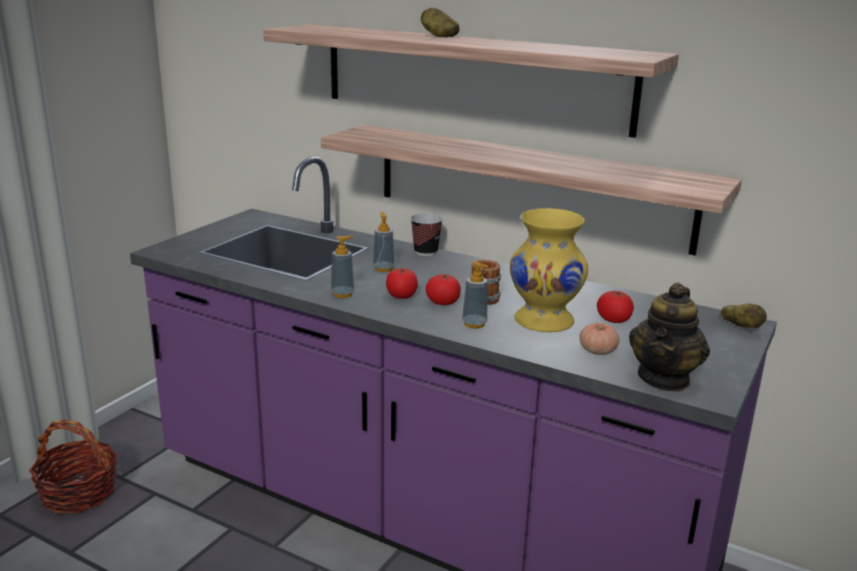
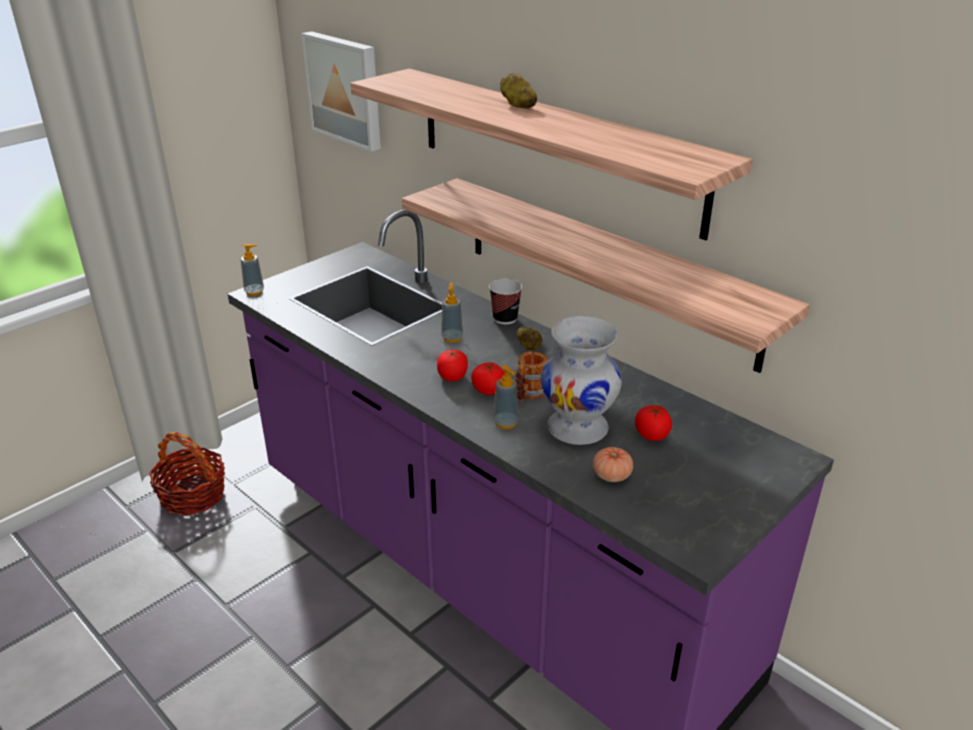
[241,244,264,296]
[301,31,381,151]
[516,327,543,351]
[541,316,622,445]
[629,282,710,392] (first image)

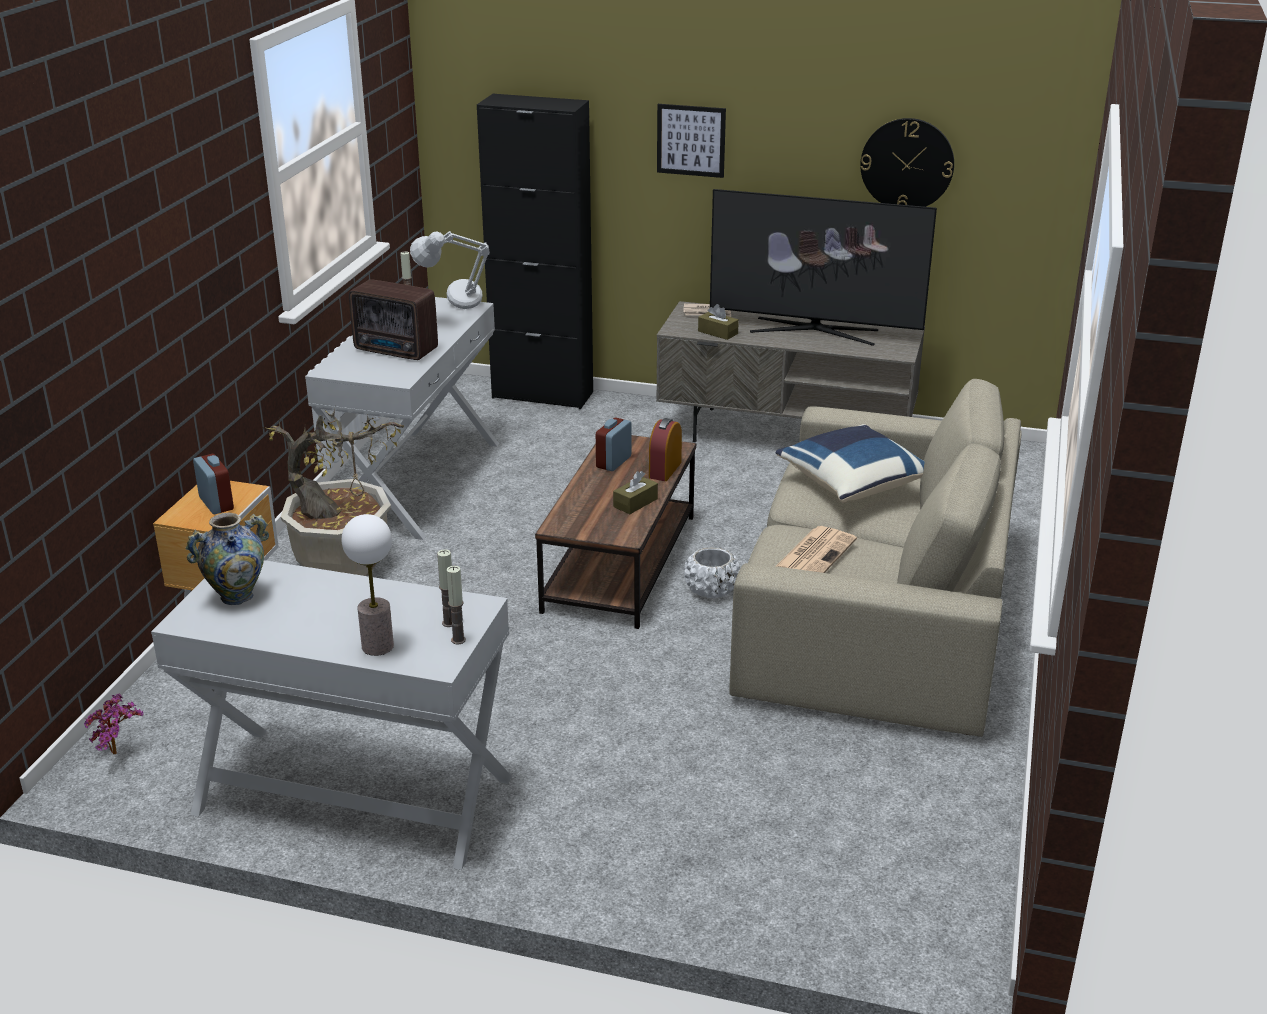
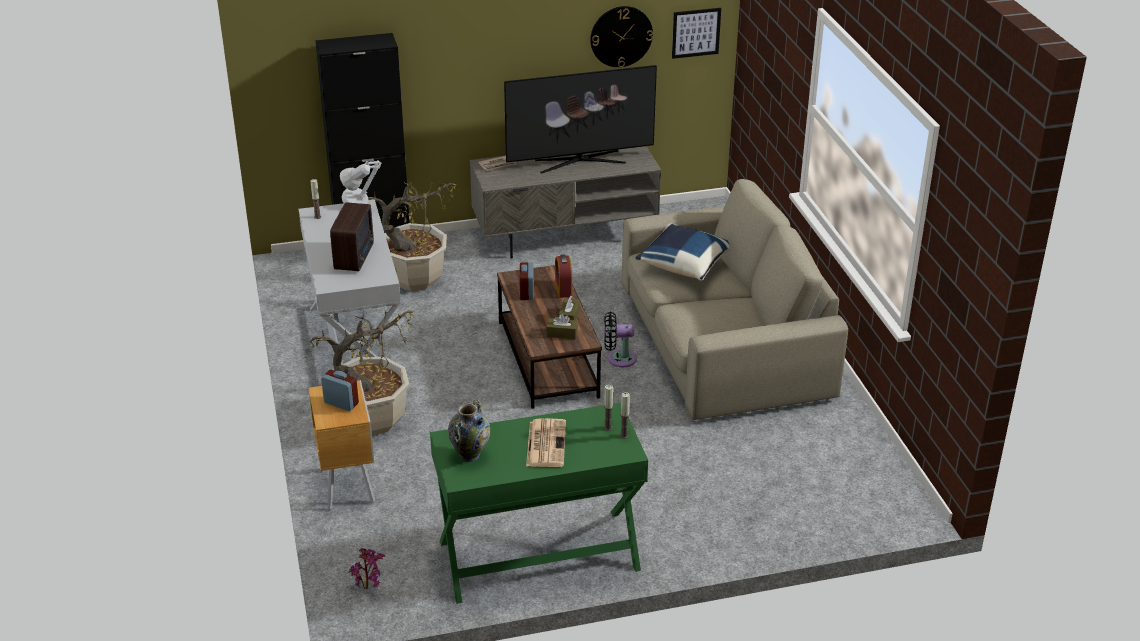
[330,202,374,271]
[368,179,456,291]
[430,403,648,604]
[526,418,566,467]
[546,314,578,339]
[604,312,637,367]
[672,8,721,59]
[342,514,394,656] (first image)

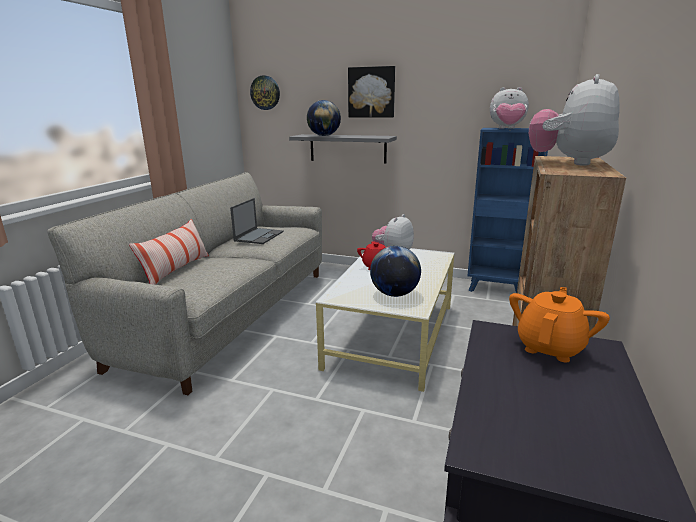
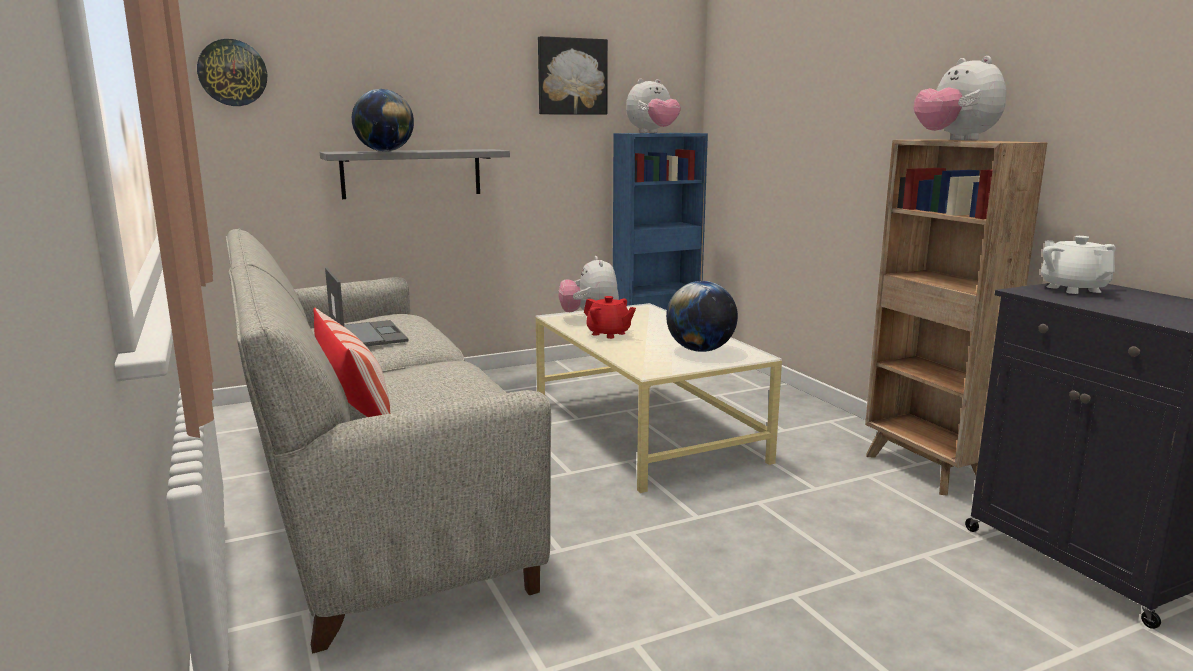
[538,36,608,115]
[1041,236,1116,294]

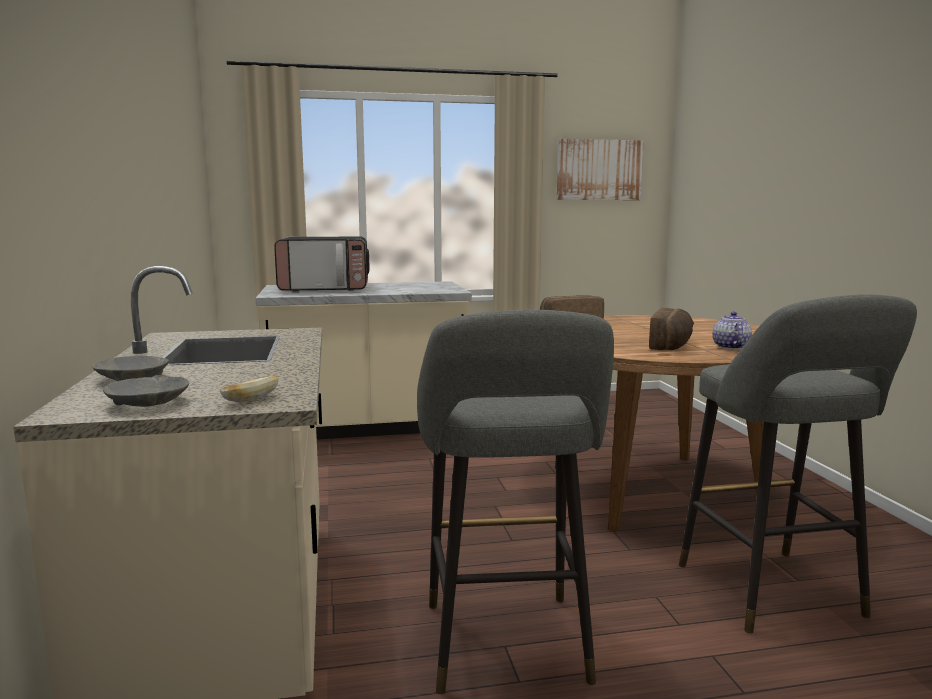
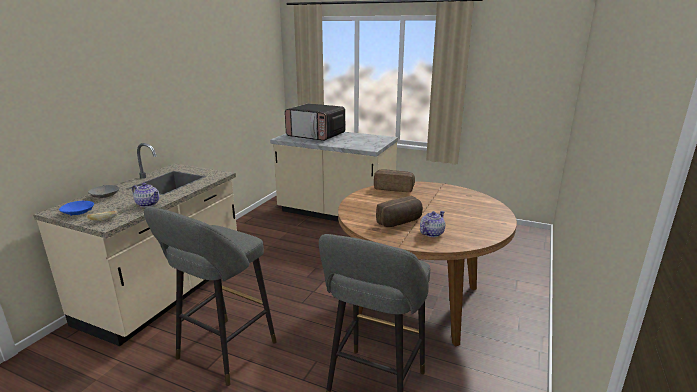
[59,201,94,216]
[132,183,159,207]
[557,139,644,200] (first image)

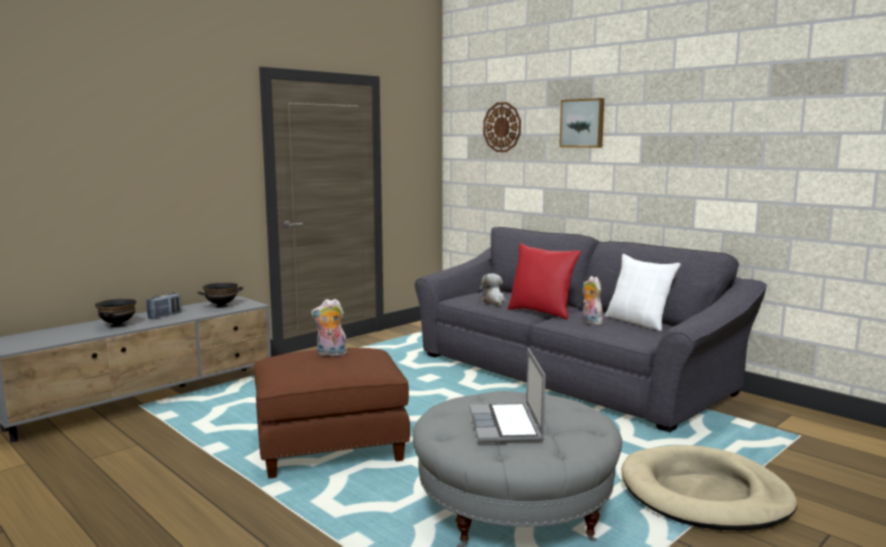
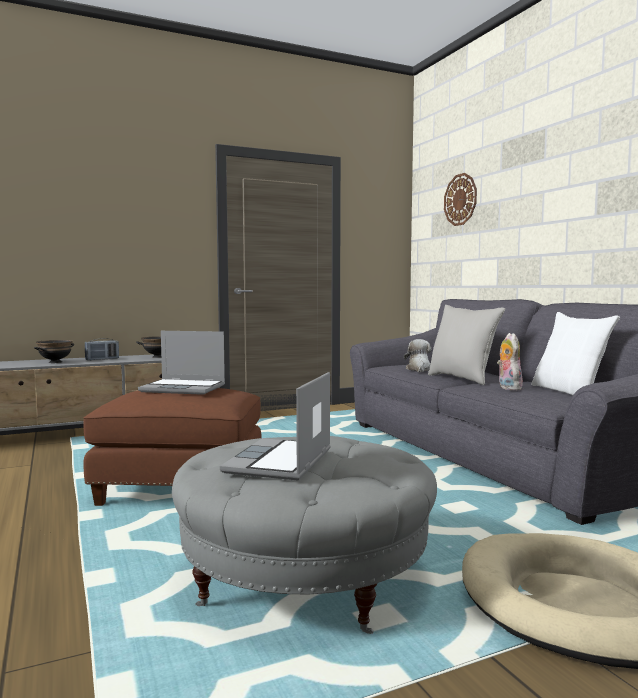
[138,331,225,395]
[428,305,505,385]
[559,98,604,148] (first image)

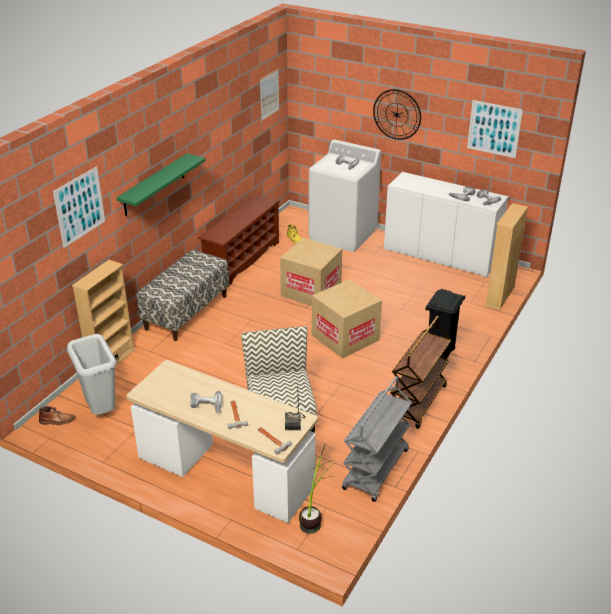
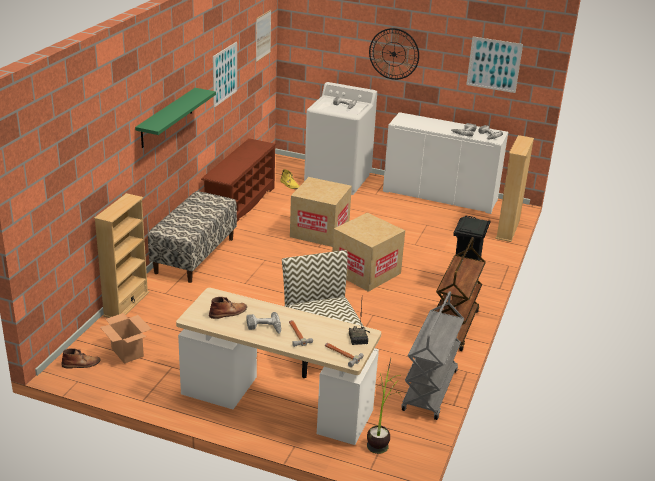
[100,313,151,364]
[209,297,247,319]
[213,42,237,108]

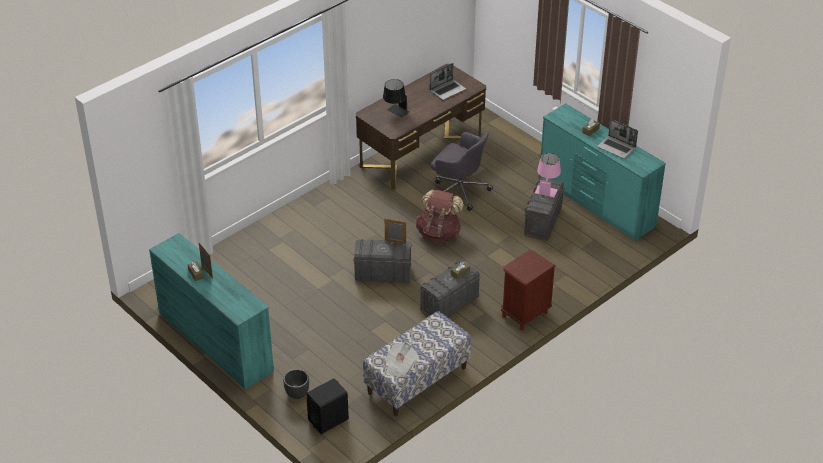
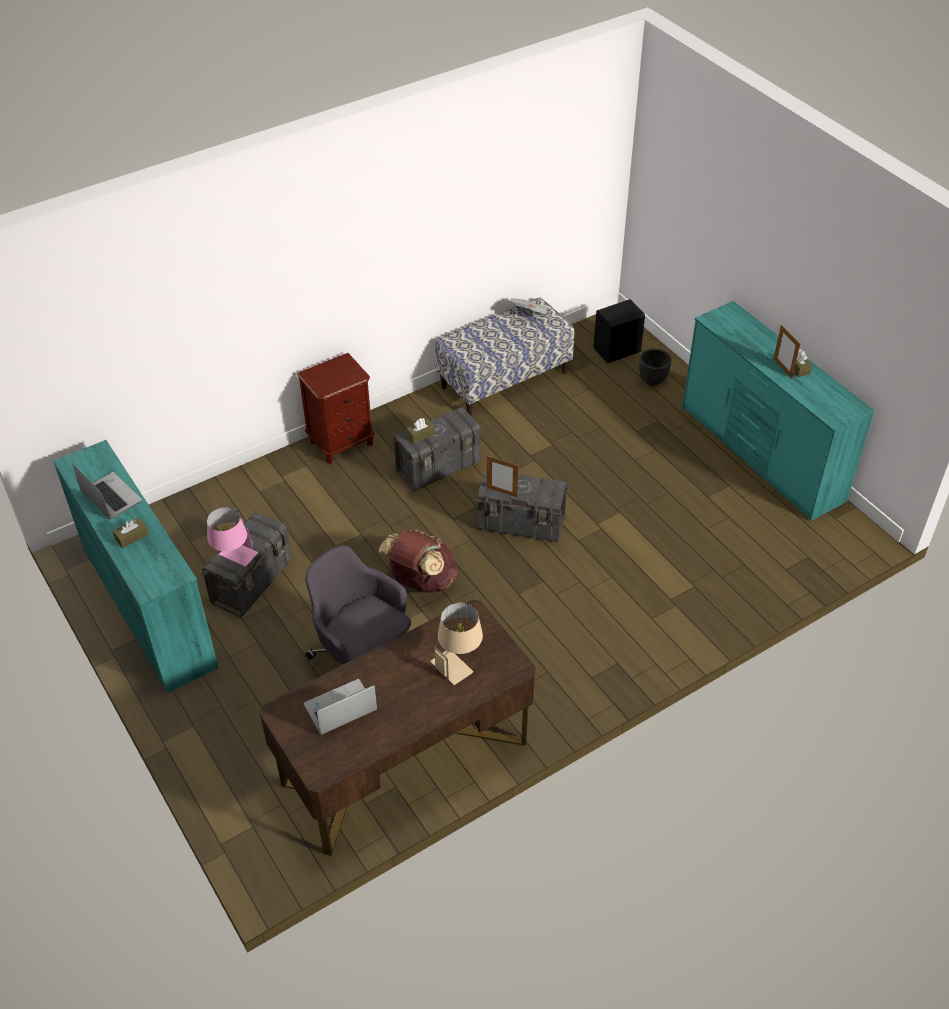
[430,603,483,685]

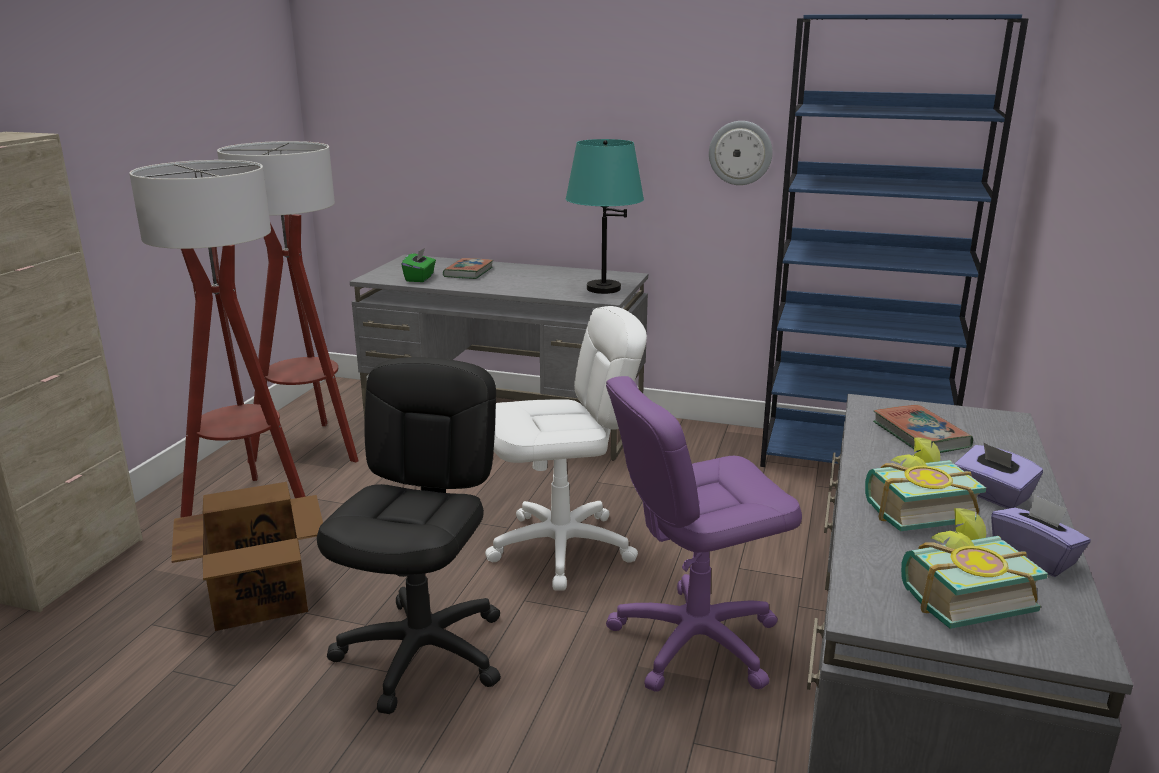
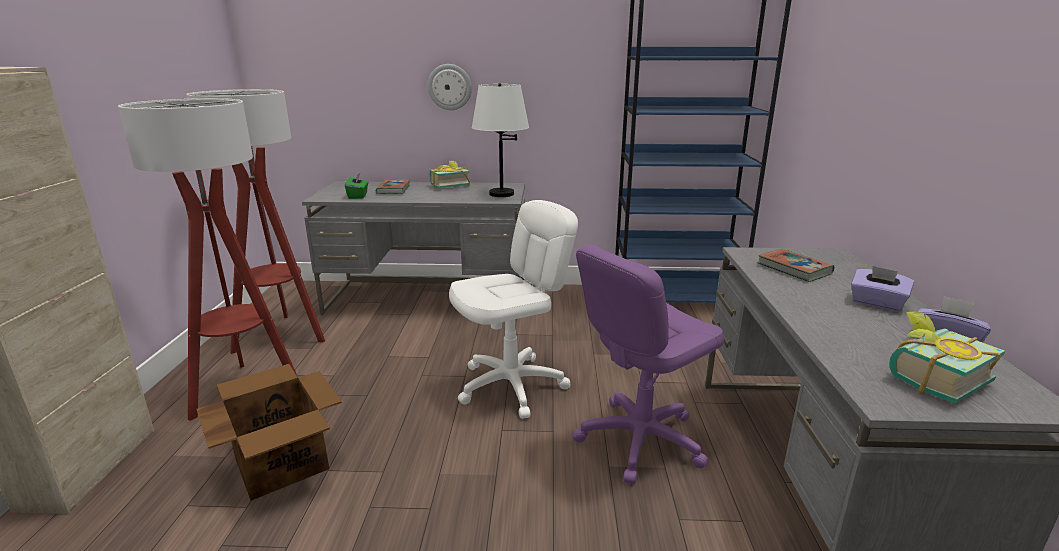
[428,64,472,110]
[430,160,470,188]
[472,83,529,197]
[317,357,501,714] (first image)

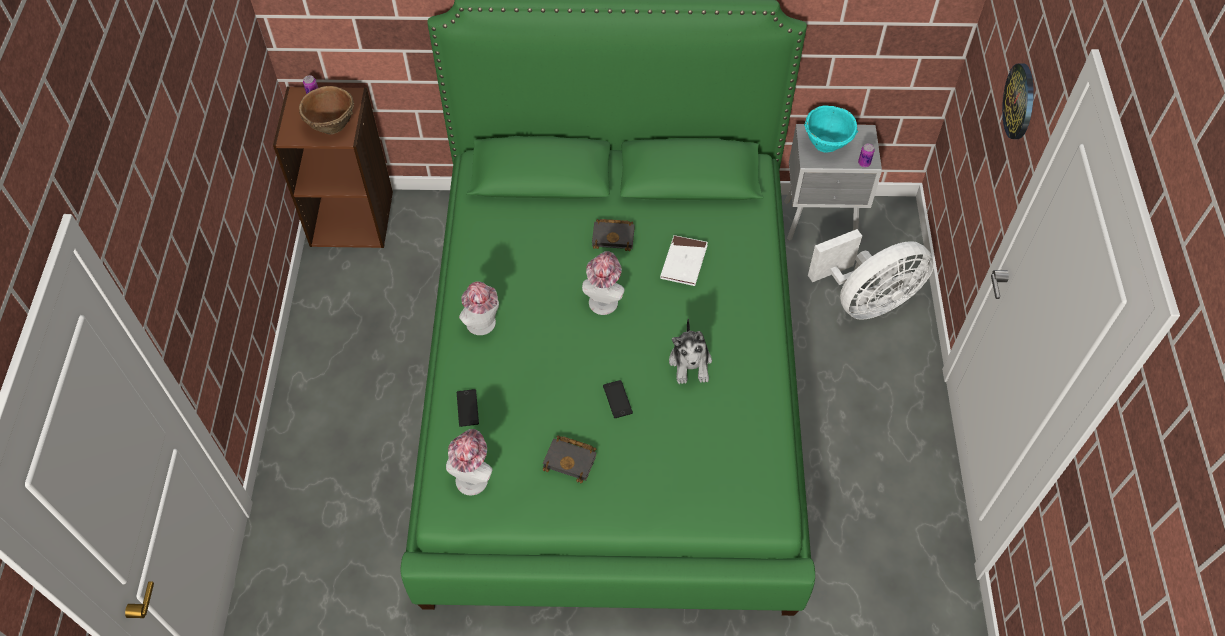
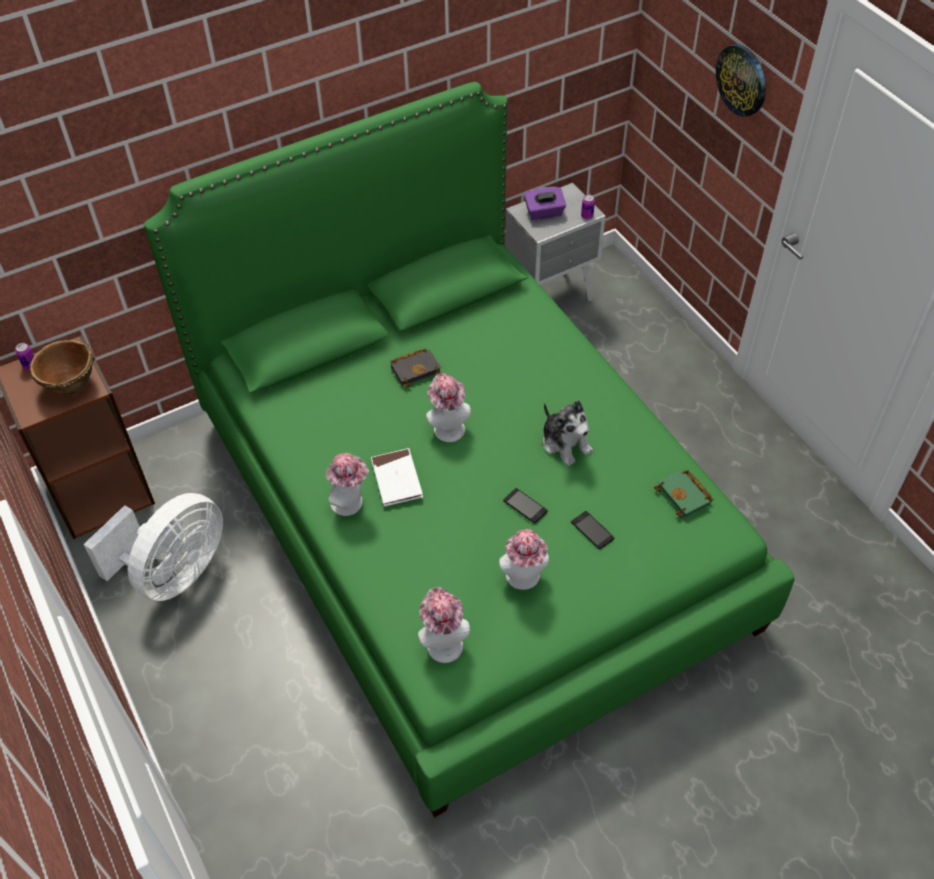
[84,493,223,601]
[371,448,423,506]
[499,529,549,590]
[524,187,566,220]
[571,511,615,550]
[654,469,713,519]

